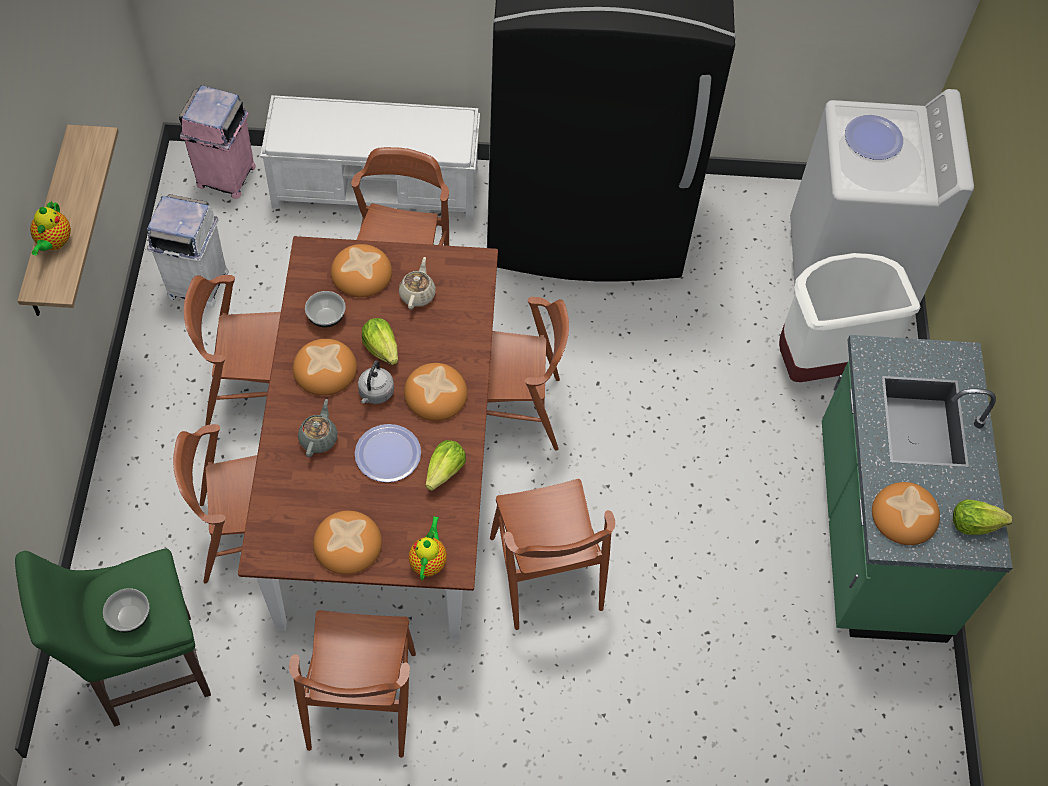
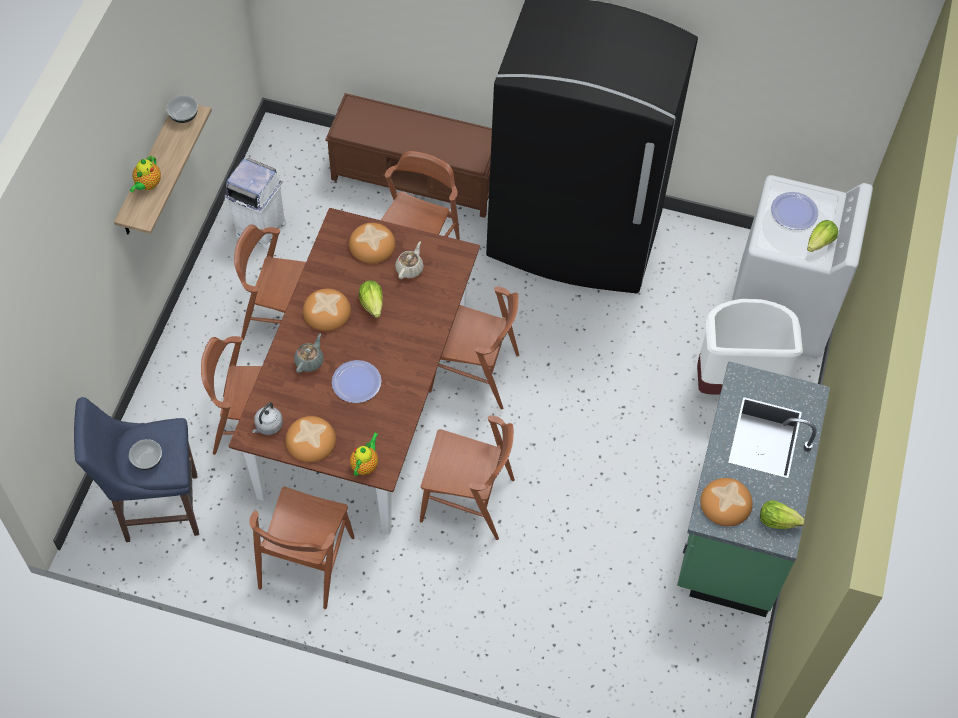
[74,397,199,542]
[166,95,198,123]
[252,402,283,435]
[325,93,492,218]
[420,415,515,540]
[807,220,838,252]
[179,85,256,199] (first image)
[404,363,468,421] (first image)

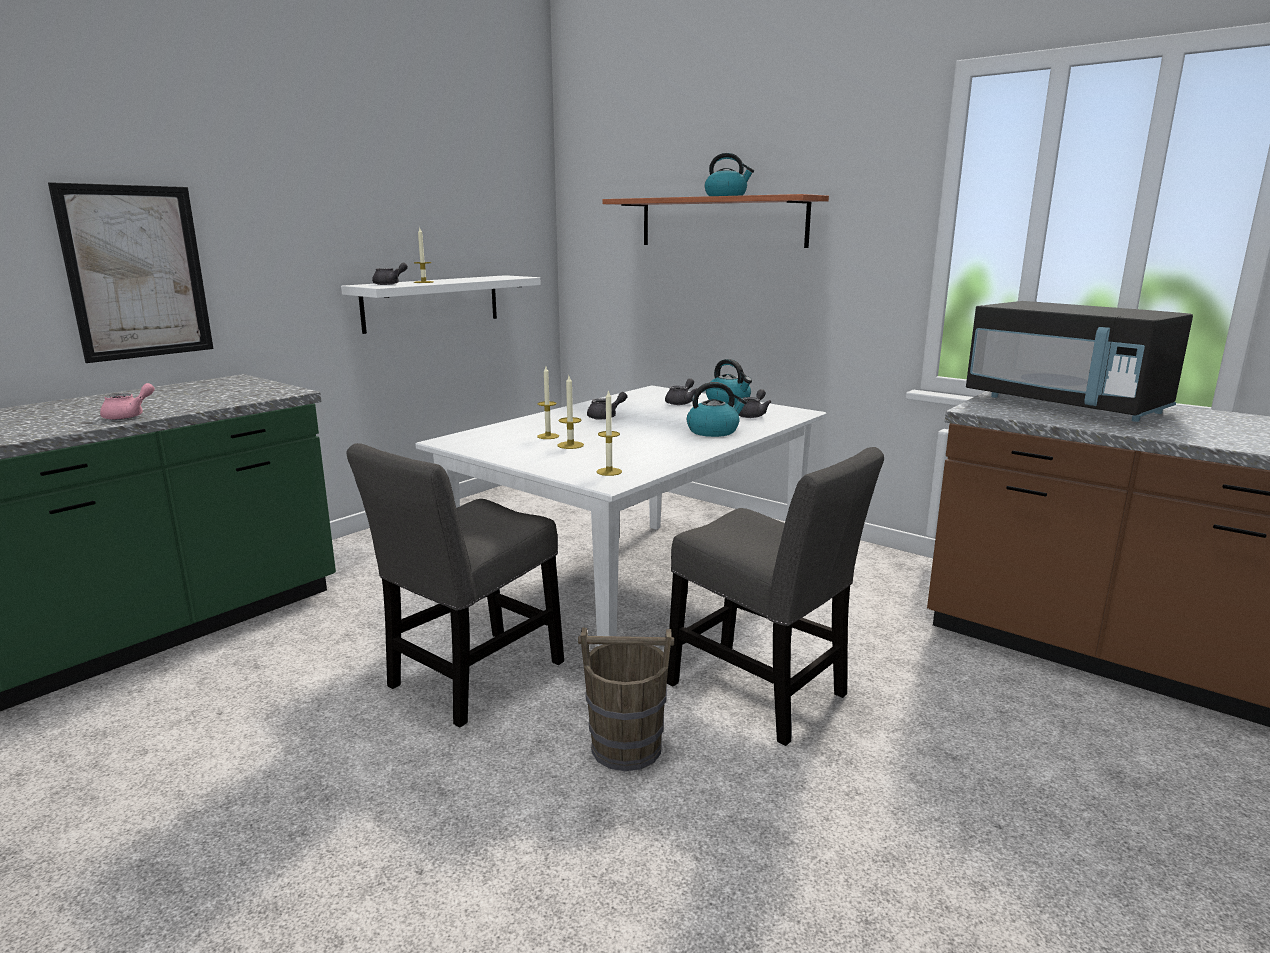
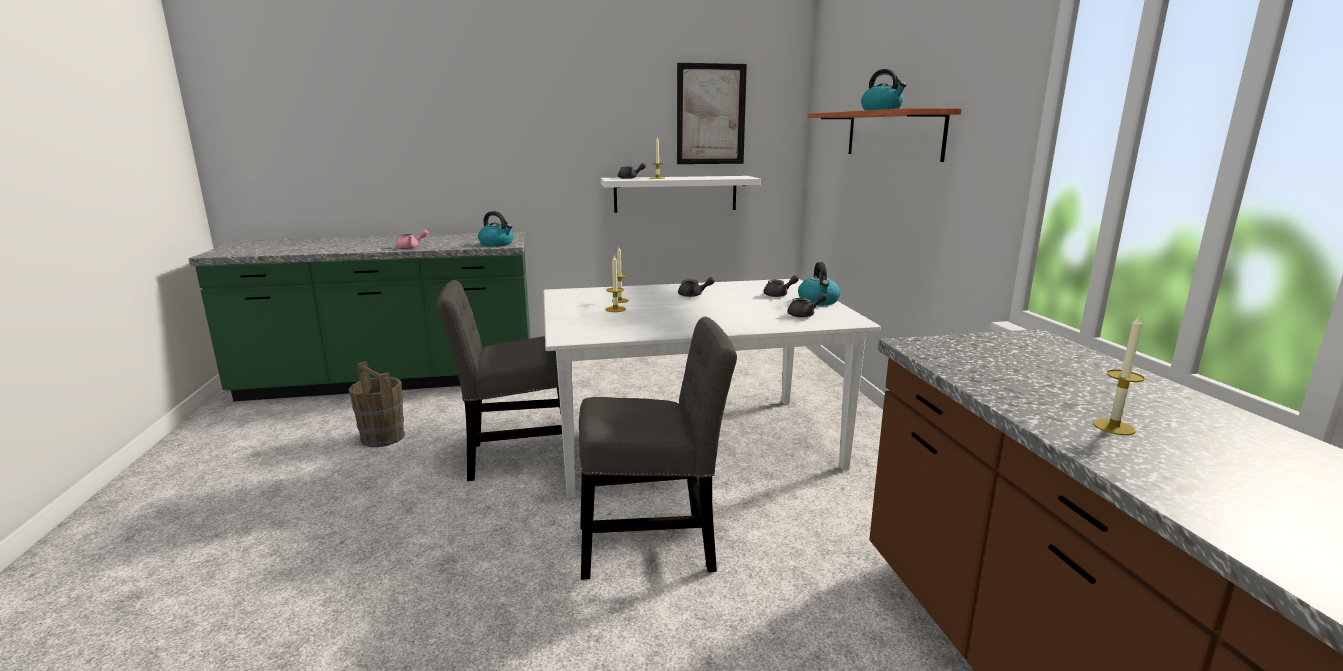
[349,361,405,447]
[478,211,514,247]
[579,317,737,580]
[677,63,747,164]
[1093,316,1144,435]
[966,301,1193,422] (first image)

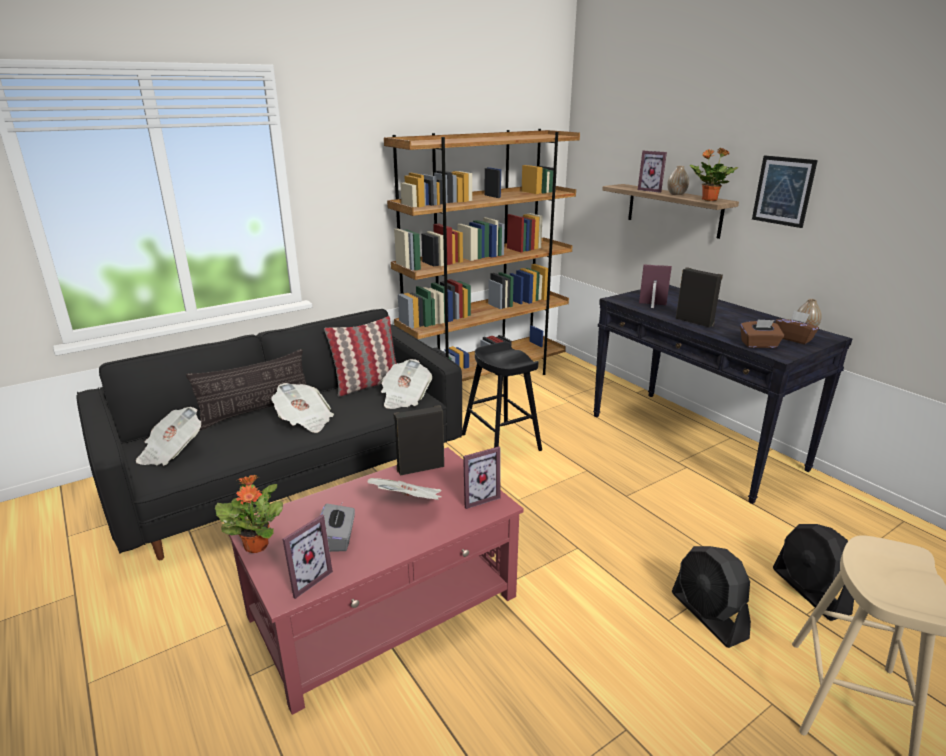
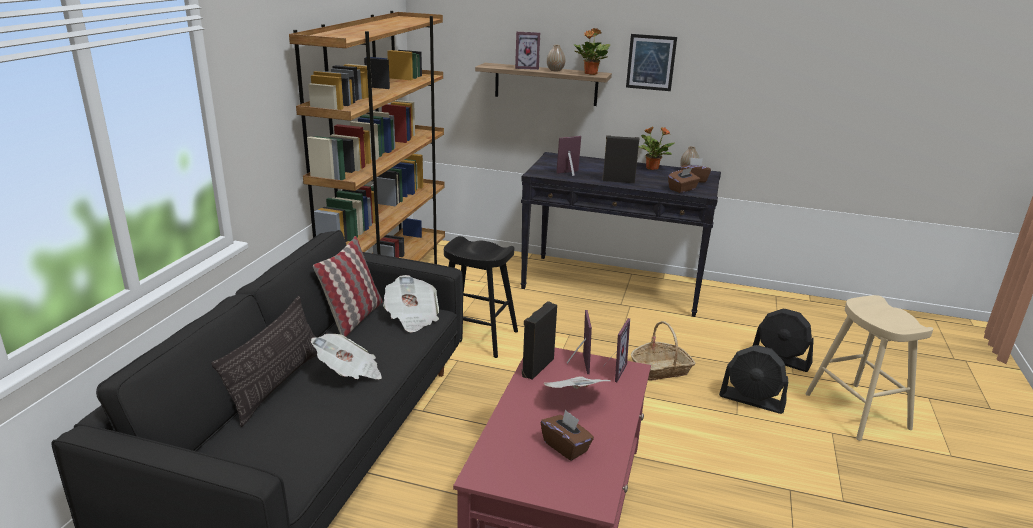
[541,409,594,461]
[567,310,592,374]
[631,321,695,381]
[639,126,675,170]
[136,407,201,466] (first image)

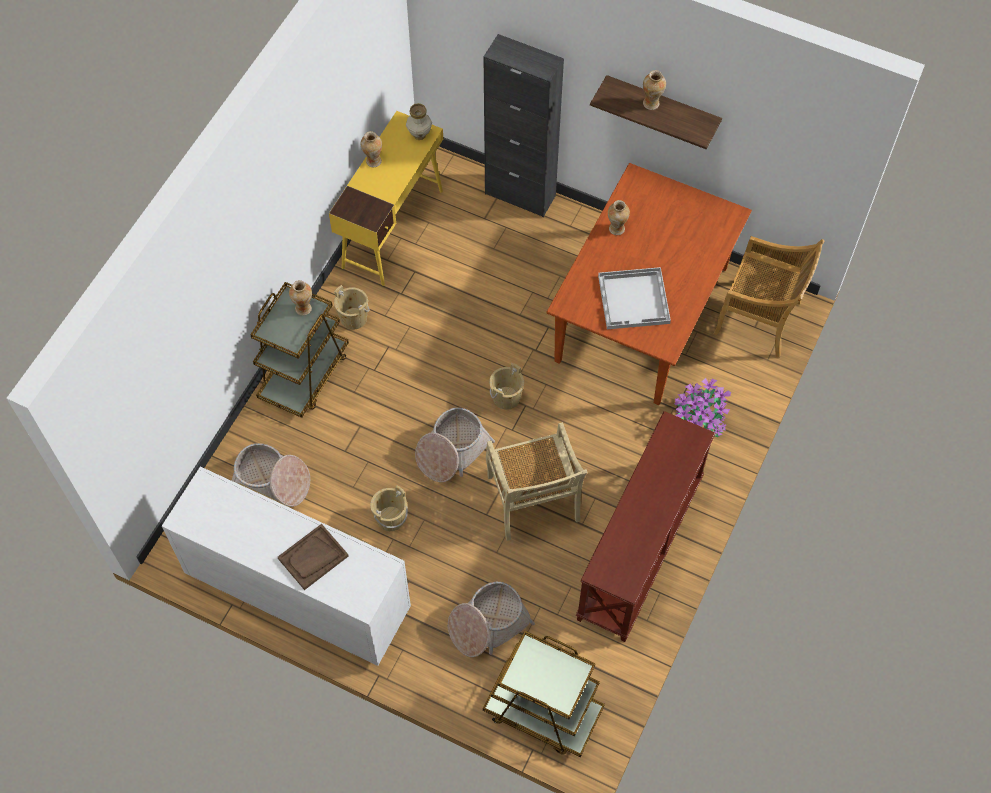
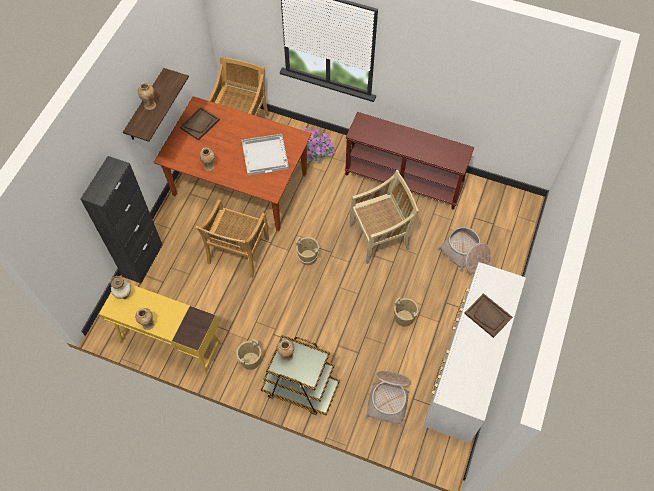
[180,107,220,141]
[195,199,269,278]
[415,408,495,482] (first image)
[483,631,605,757] (first image)

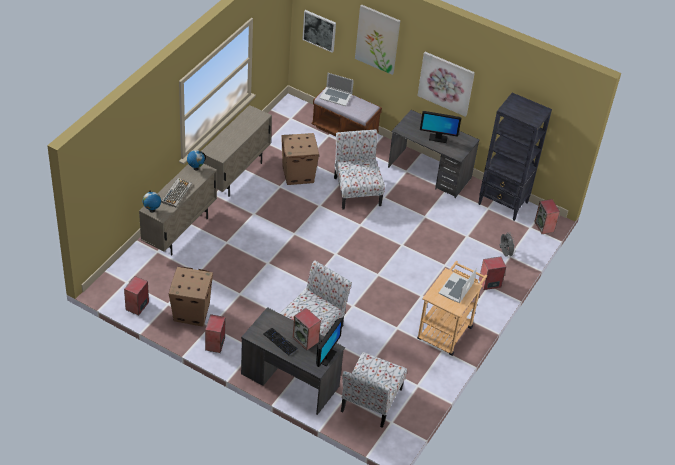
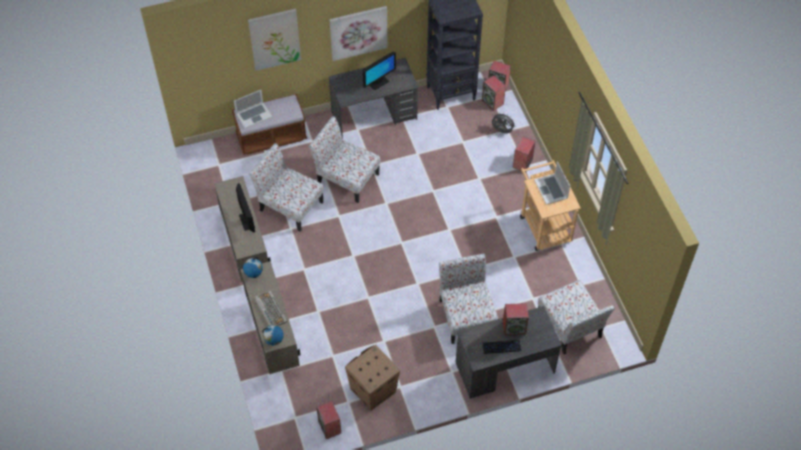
[236,183,255,232]
[249,143,324,232]
[482,75,506,111]
[302,10,336,53] (first image)

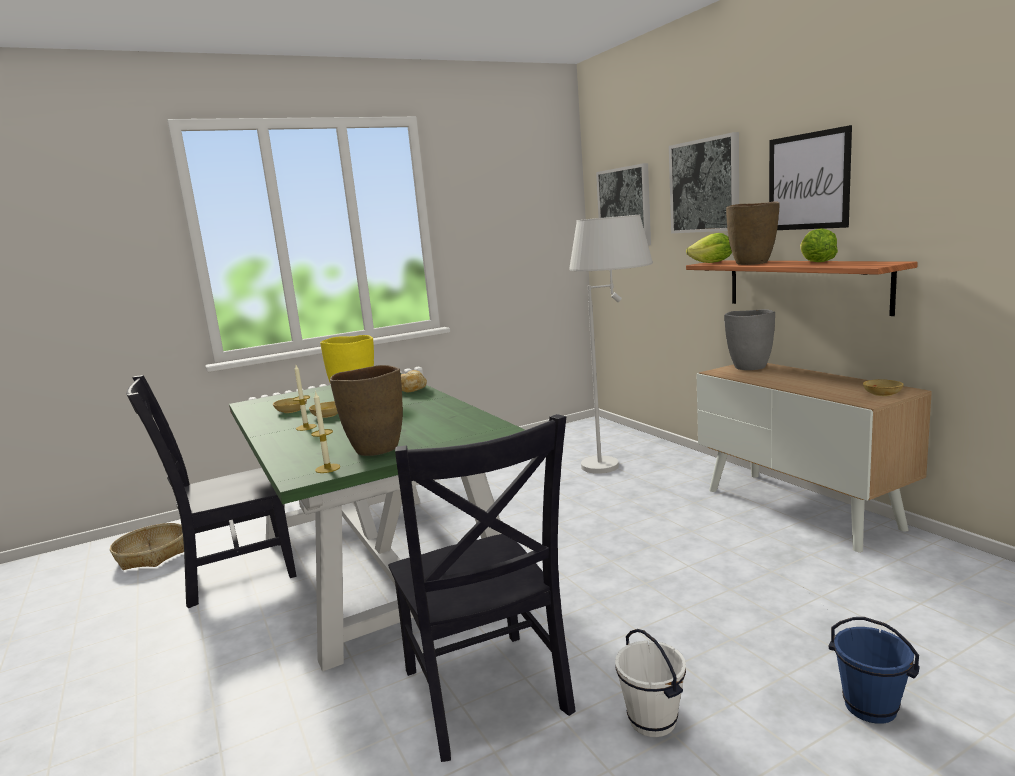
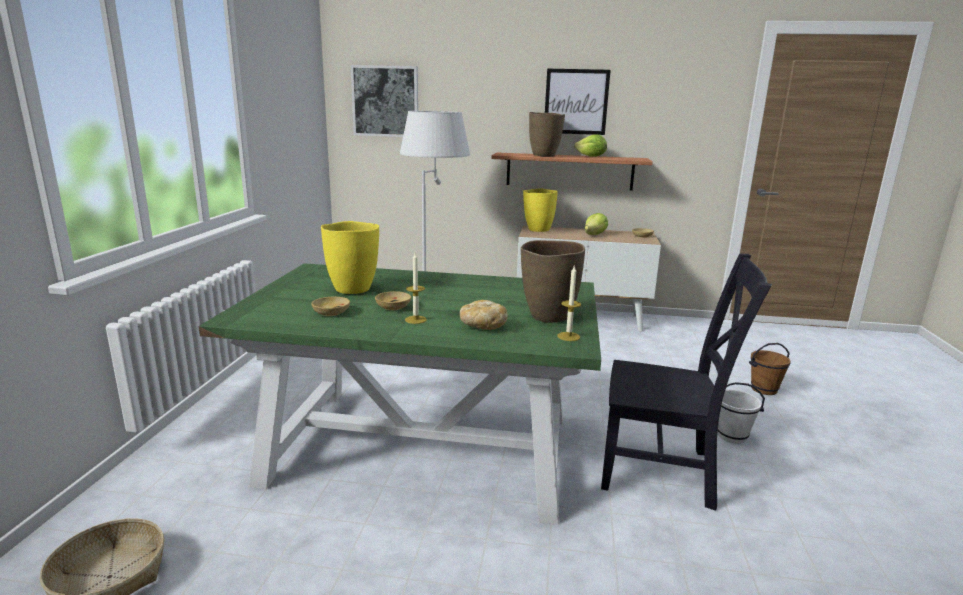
[460,300,508,330]
[523,189,558,232]
[585,213,608,235]
[749,343,790,395]
[126,375,297,608] (first image)
[669,132,739,233] (first image)

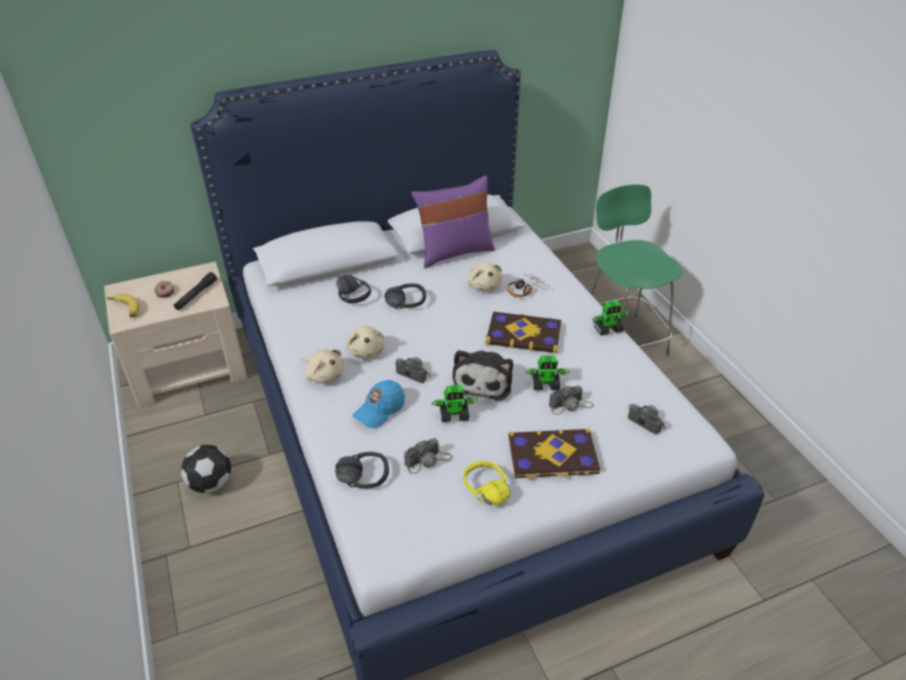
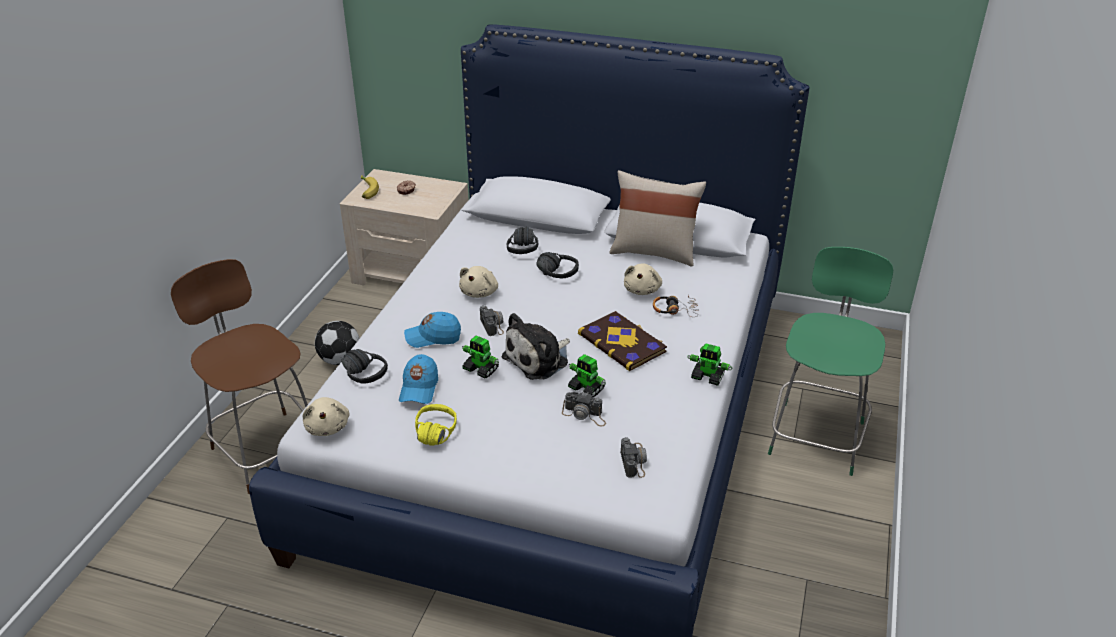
[171,259,308,494]
[303,397,349,436]
[399,354,438,404]
[609,170,706,267]
[174,272,217,310] (first image)
[509,428,600,480] (first image)

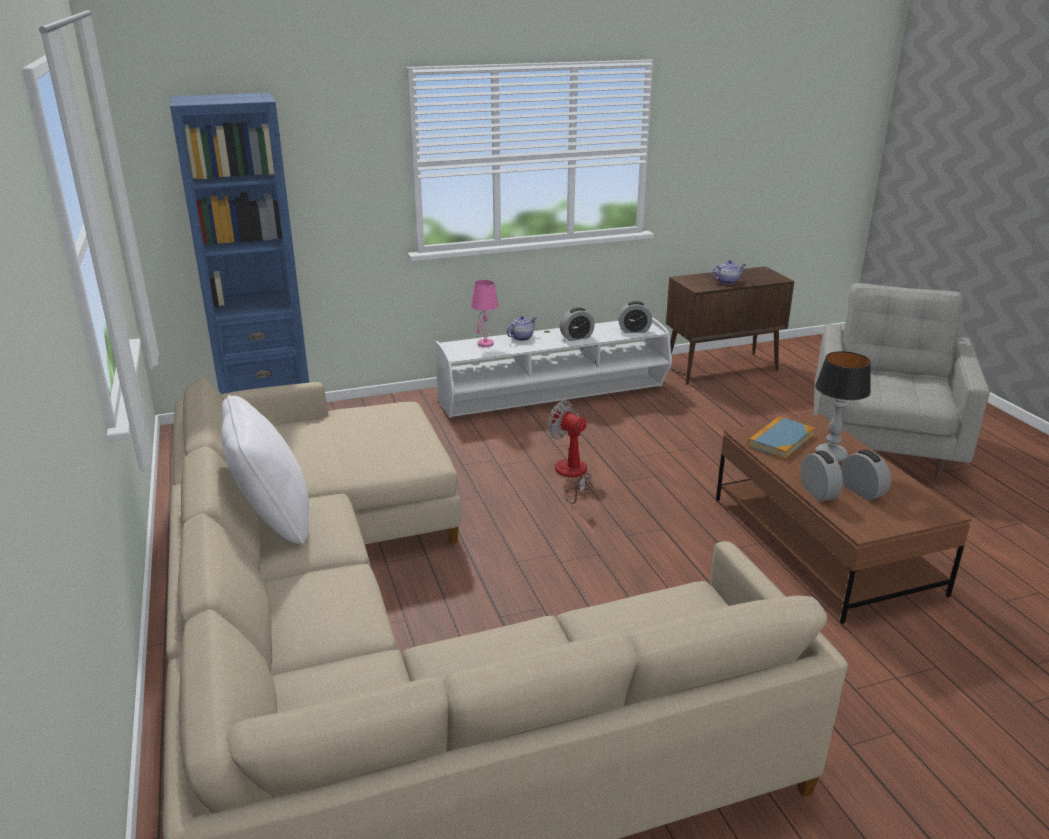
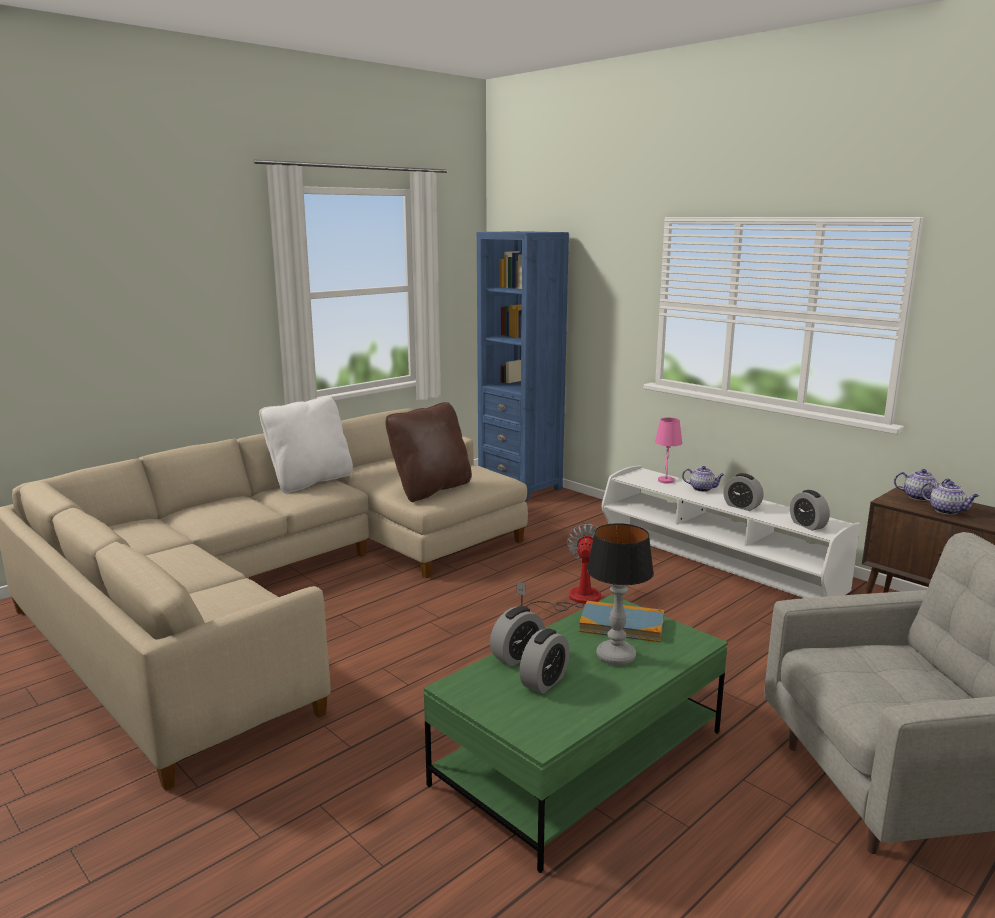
[385,402,472,502]
[424,595,728,873]
[894,469,951,501]

